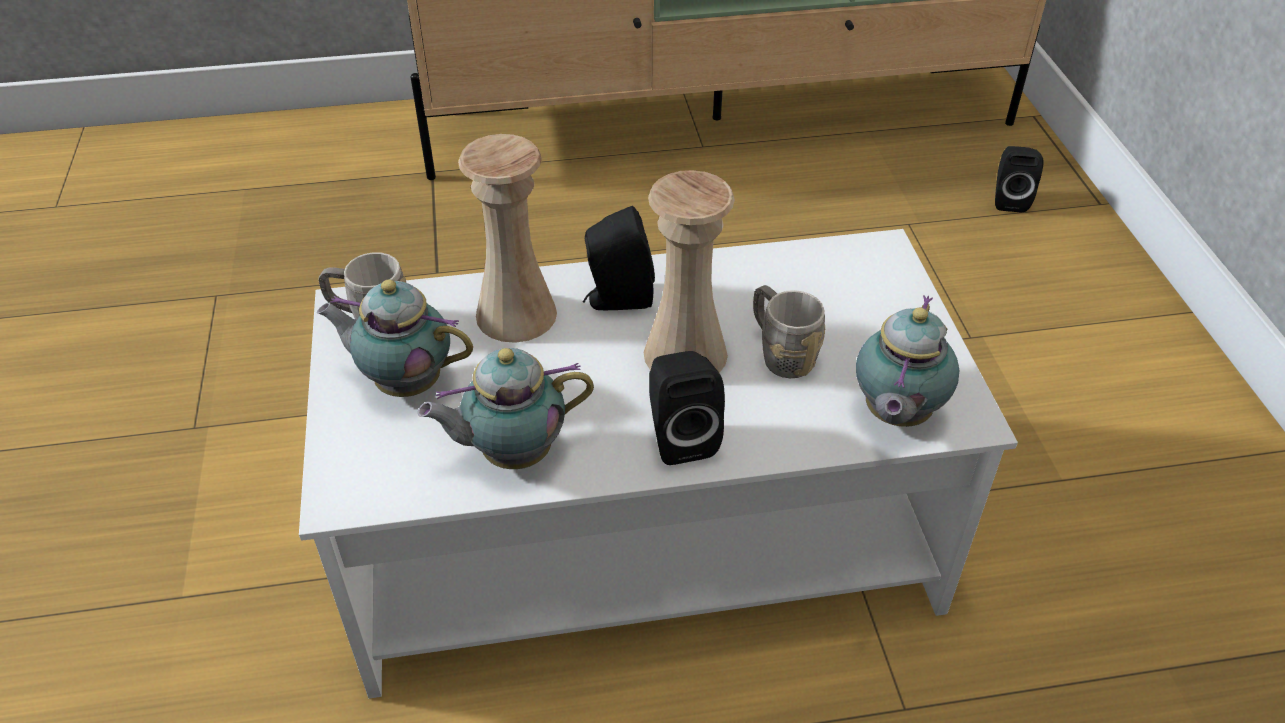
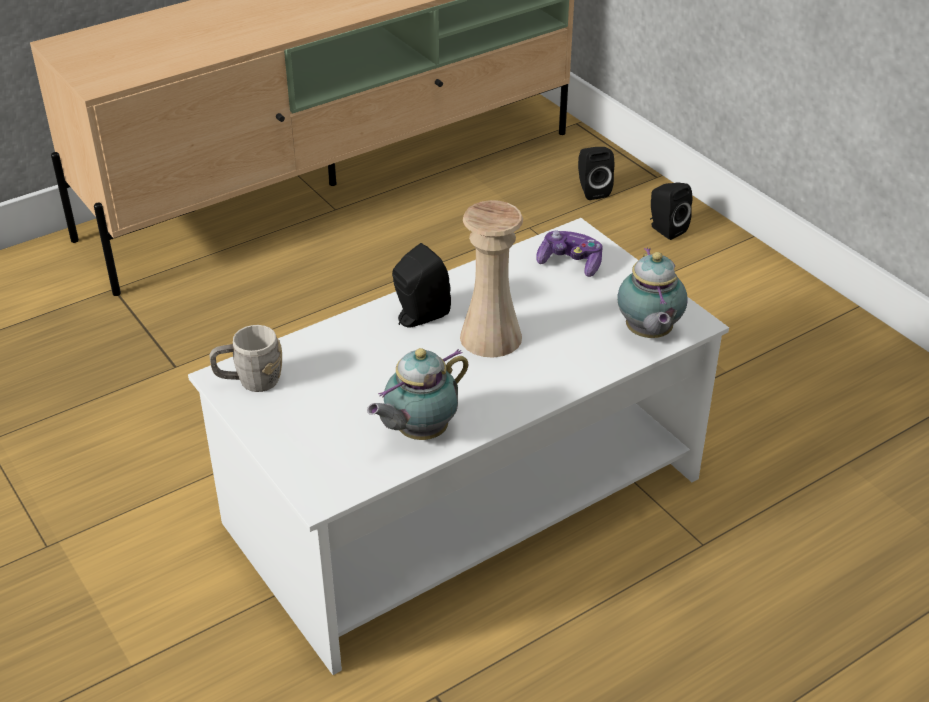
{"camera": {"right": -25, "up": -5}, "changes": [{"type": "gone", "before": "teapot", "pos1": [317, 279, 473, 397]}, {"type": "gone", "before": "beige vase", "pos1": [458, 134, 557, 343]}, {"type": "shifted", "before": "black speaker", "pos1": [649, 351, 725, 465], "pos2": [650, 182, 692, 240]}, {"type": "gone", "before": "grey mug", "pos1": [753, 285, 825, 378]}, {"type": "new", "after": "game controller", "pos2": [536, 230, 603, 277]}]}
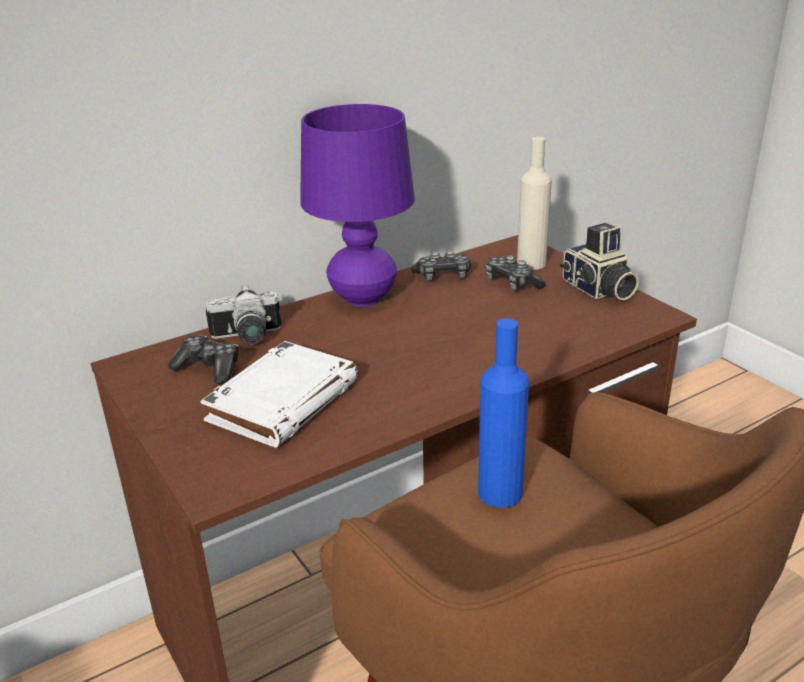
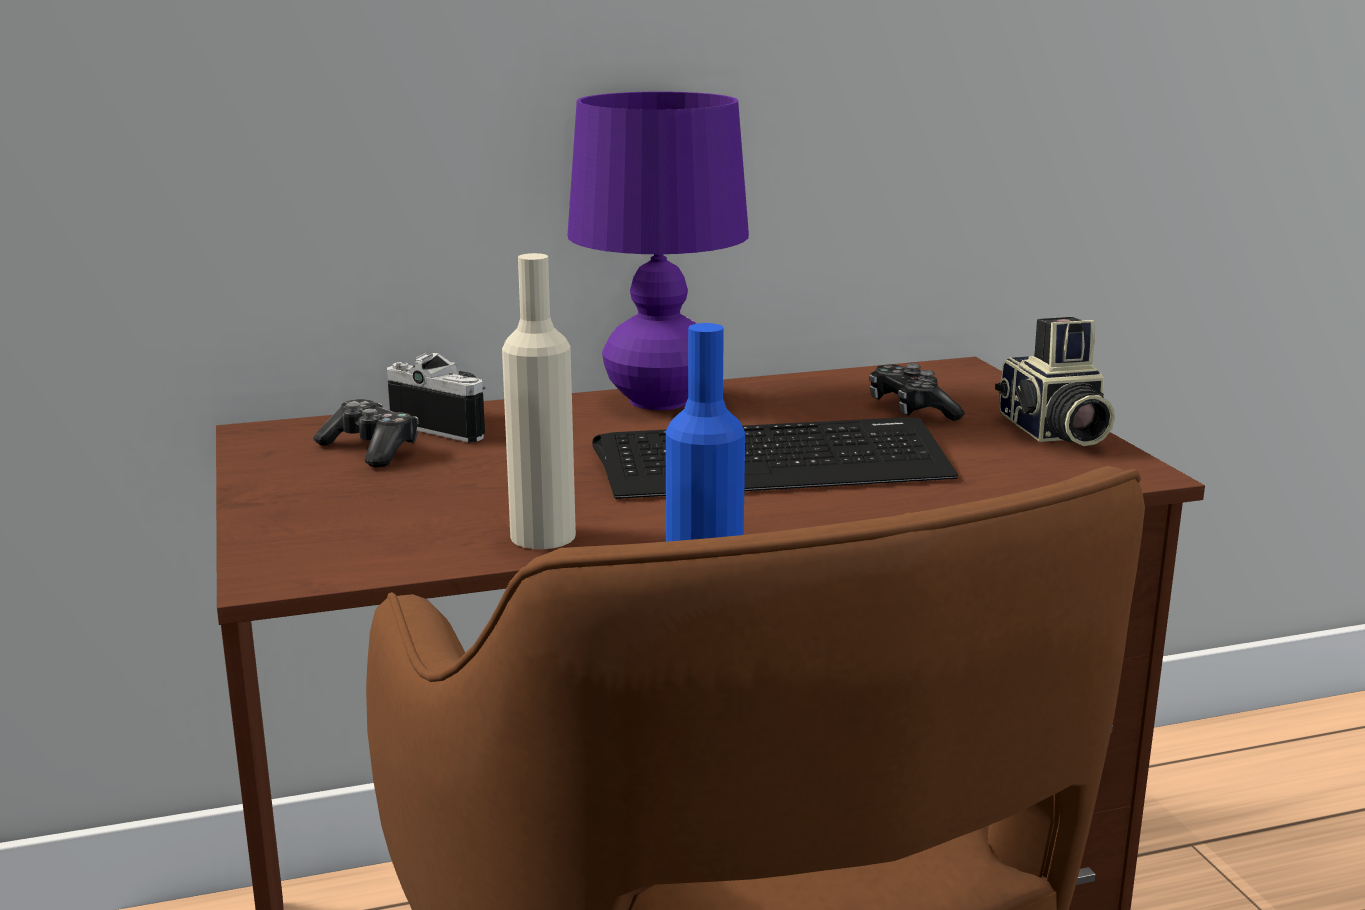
{"camera": {"right": 15, "up": -10}, "changes": [{"type": "gone", "before": "white book", "pos1": [201, 341, 358, 448]}, {"type": "rotated", "before": "photo camera", "pos1": [206, 285, 281, 344], "pos2": [387, 353, 485, 443], "turn": -150}, {"type": "gone", "before": "game controller", "pos1": [411, 250, 471, 280]}, {"type": "shifted", "before": "beige bottle", "pos1": [517, 137, 552, 270], "pos2": [502, 253, 576, 549]}, {"type": "new", "after": "keyboard", "pos2": [592, 417, 958, 499]}]}
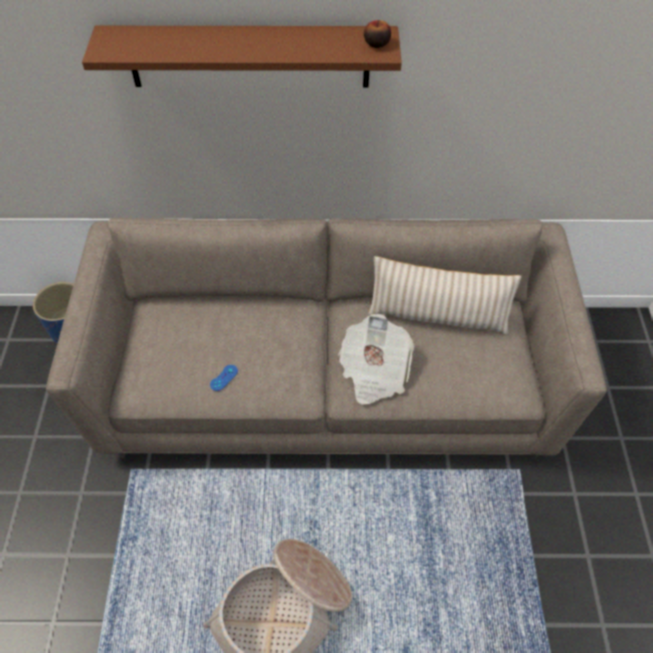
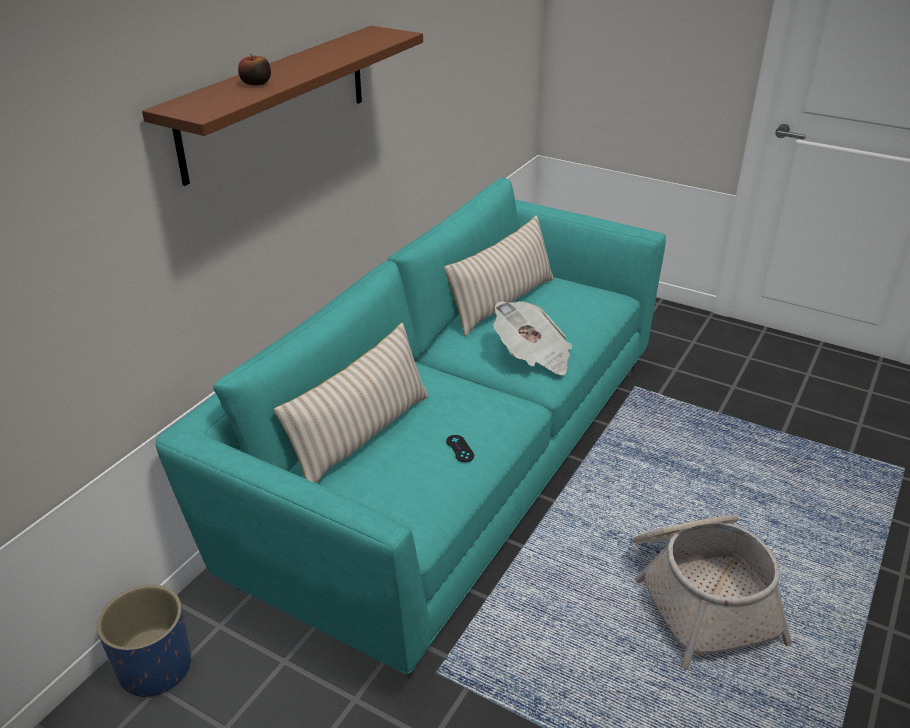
{"camera": {"right": -60, "up": -20}, "changes": [{"type": "repainted", "before": "beige sofa", "after": "turquoise sofa", "pos1": [46, 218, 607, 459], "pos2": [156, 178, 666, 679]}, {"type": "repainted", "before": "blue game controller", "after": "black game controller", "pos1": [210, 365, 238, 391], "pos2": [446, 435, 474, 462]}, {"type": "shifted", "before": "apple", "pos1": [364, 20, 391, 48], "pos2": [238, 54, 271, 85]}, {"type": "new", "after": "beige pillow", "pos2": [274, 323, 429, 484]}]}
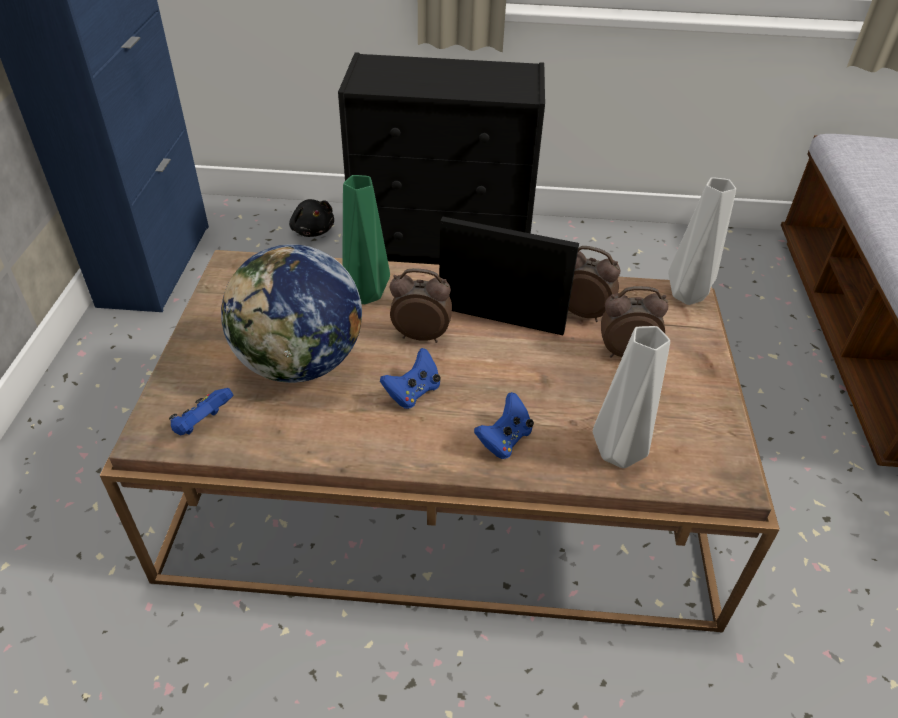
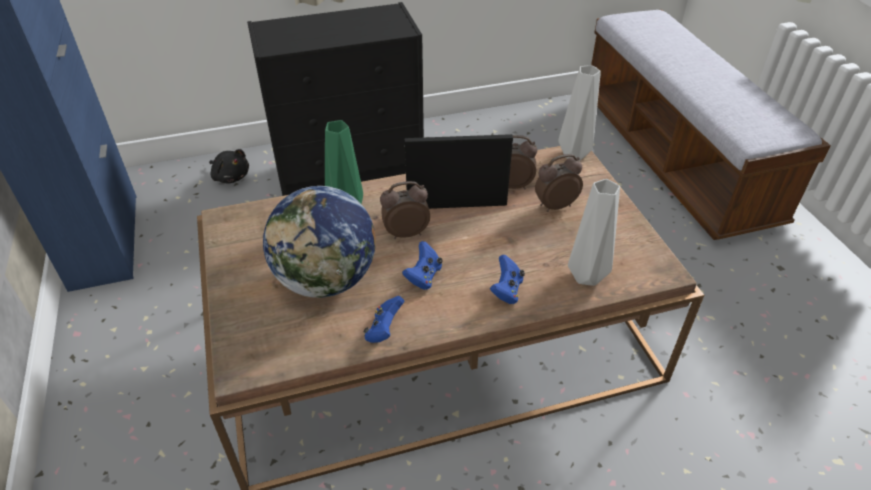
{"camera": {"right": -20, "up": 0}, "changes": [{"type": "shifted", "before": "blue game controller", "pos1": [169, 388, 233, 436], "pos2": [363, 296, 405, 343]}]}
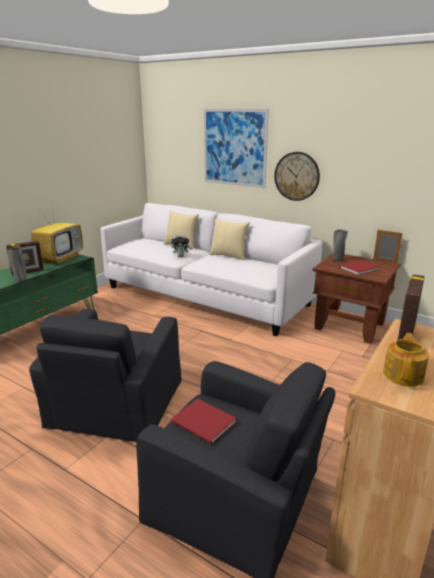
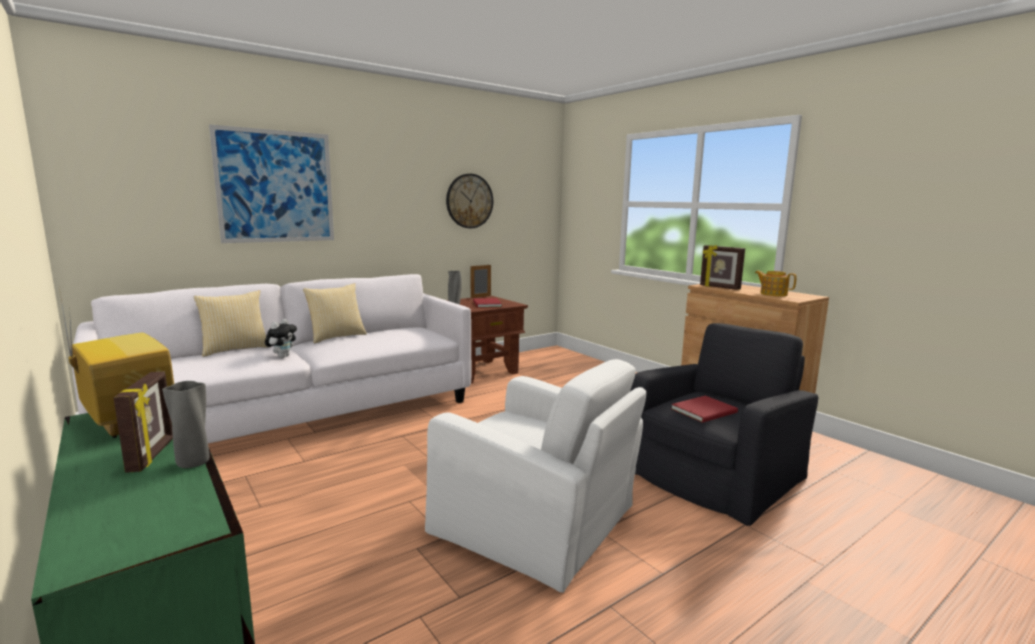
{"camera": {"right": -70, "up": -10}, "changes": [{"type": "repainted", "before": "black armchair", "after": "white armchair", "pos1": [29, 309, 181, 442], "pos2": [425, 359, 646, 593]}, {"type": "shifted", "before": "wall clock", "pos1": [274, 152, 320, 201], "pos2": [446, 174, 493, 228]}]}
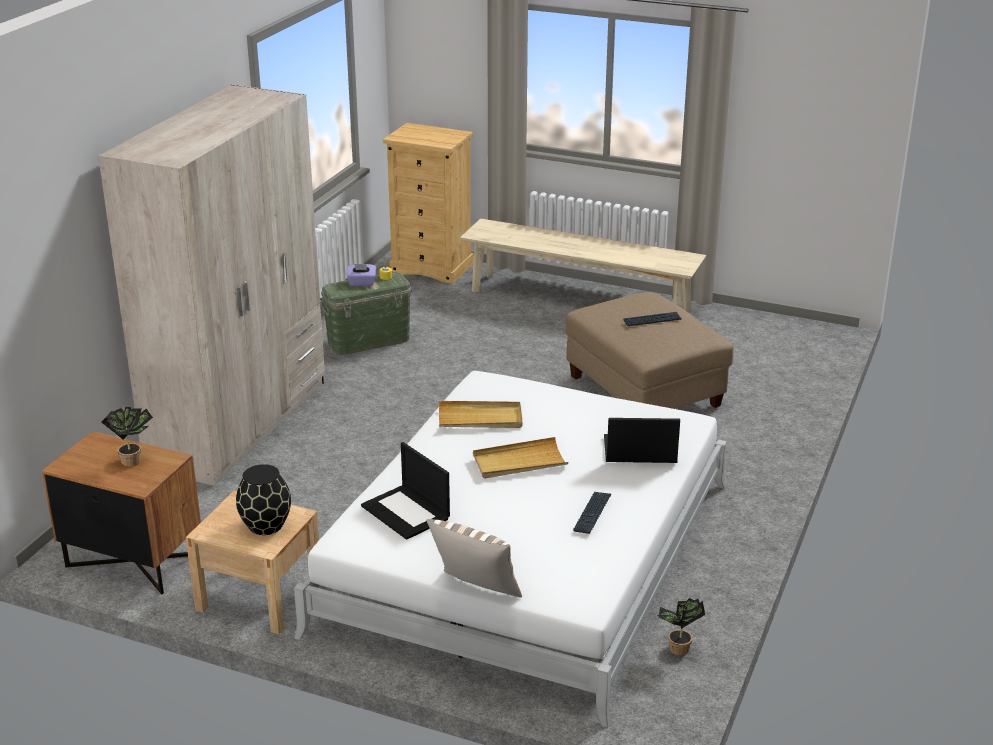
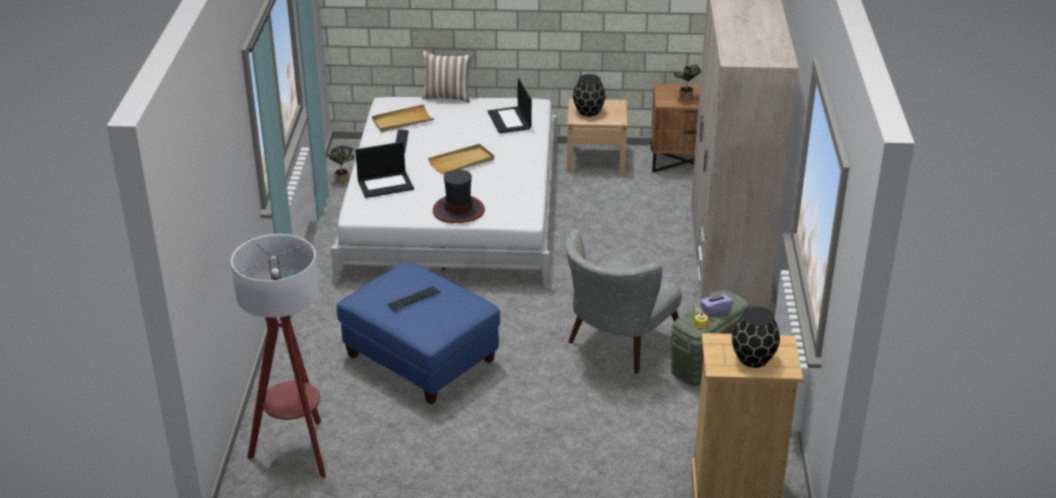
{"camera": {"right": 160, "up": 5}, "changes": [{"type": "rotated", "before": "laptop", "pos1": [361, 442, 450, 540], "pos2": [488, 79, 532, 133], "turn": -135}, {"type": "shifted", "before": "beige tray", "pos1": [439, 401, 522, 428], "pos2": [372, 104, 434, 132]}, {"type": "gone", "before": "beige bench", "pos1": [460, 218, 706, 313]}, {"type": "repainted", "before": "beige ottoman", "after": "blue ottoman", "pos1": [566, 292, 734, 409], "pos2": [337, 262, 500, 404]}, {"type": "new", "after": "floor lamp", "pos2": [231, 234, 326, 478]}, {"type": "new", "after": "hat", "pos2": [433, 170, 485, 223]}, {"type": "new", "after": "grey armchair", "pos2": [565, 230, 682, 374]}, {"type": "new", "after": "black vase", "pos2": [732, 306, 780, 368]}]}
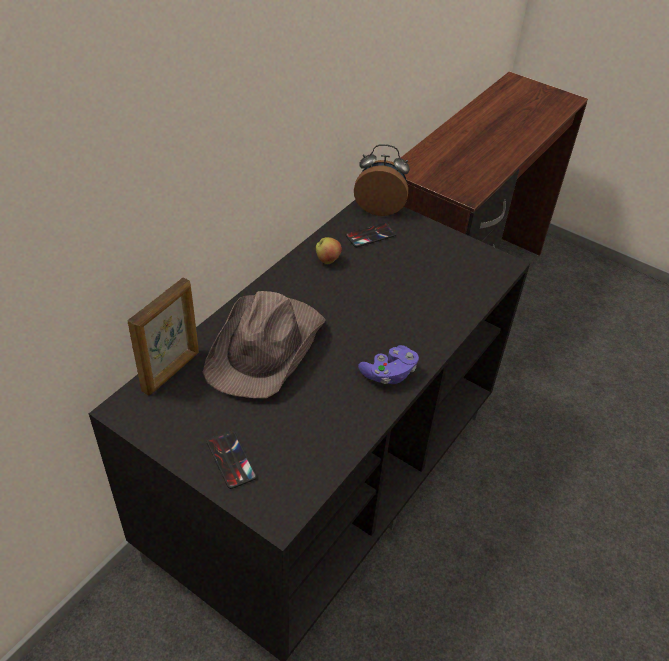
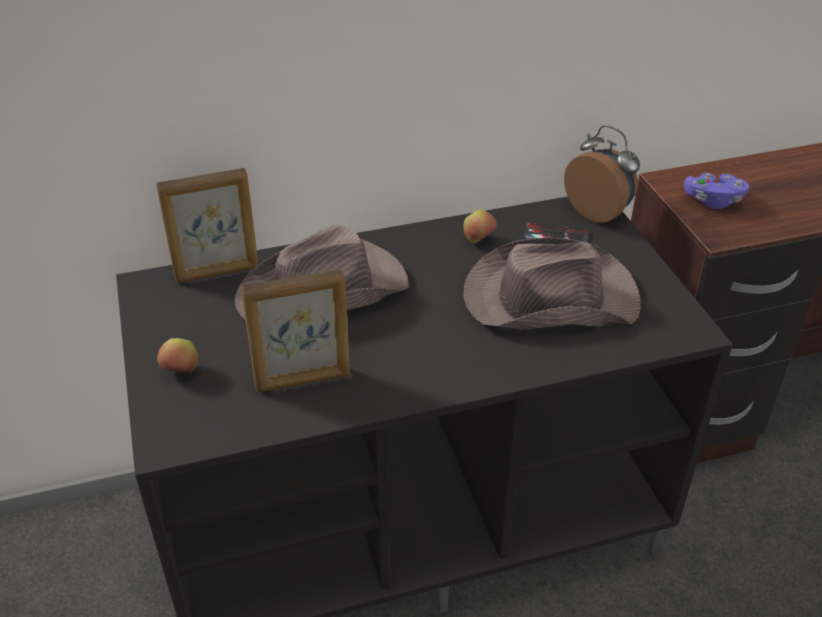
{"camera": {"right": 40, "up": -5}, "changes": [{"type": "swapped", "before": "phone", "after": "apple", "pos1": [207, 431, 257, 489], "pos2": [157, 338, 198, 373]}, {"type": "shifted", "before": "purple game controller", "pos1": [358, 345, 419, 384], "pos2": [684, 173, 749, 209]}, {"type": "new", "after": "picture frame", "pos2": [241, 269, 350, 393]}, {"type": "new", "after": "brown hat", "pos2": [464, 237, 641, 330]}]}
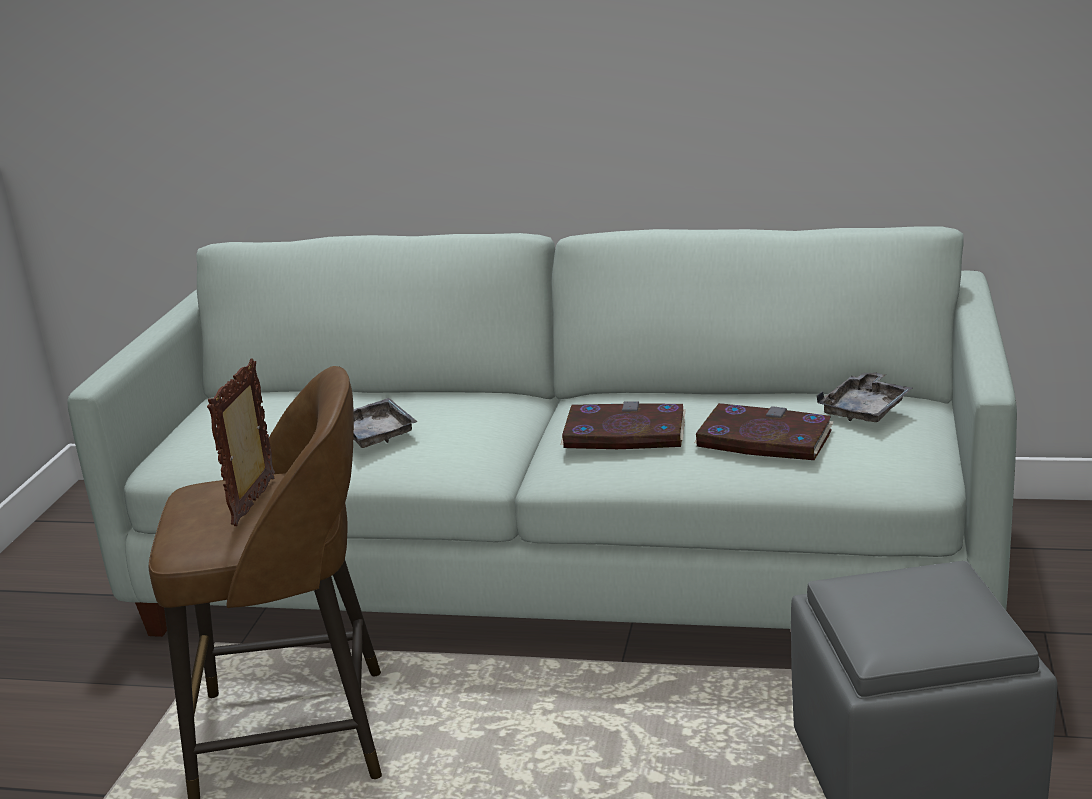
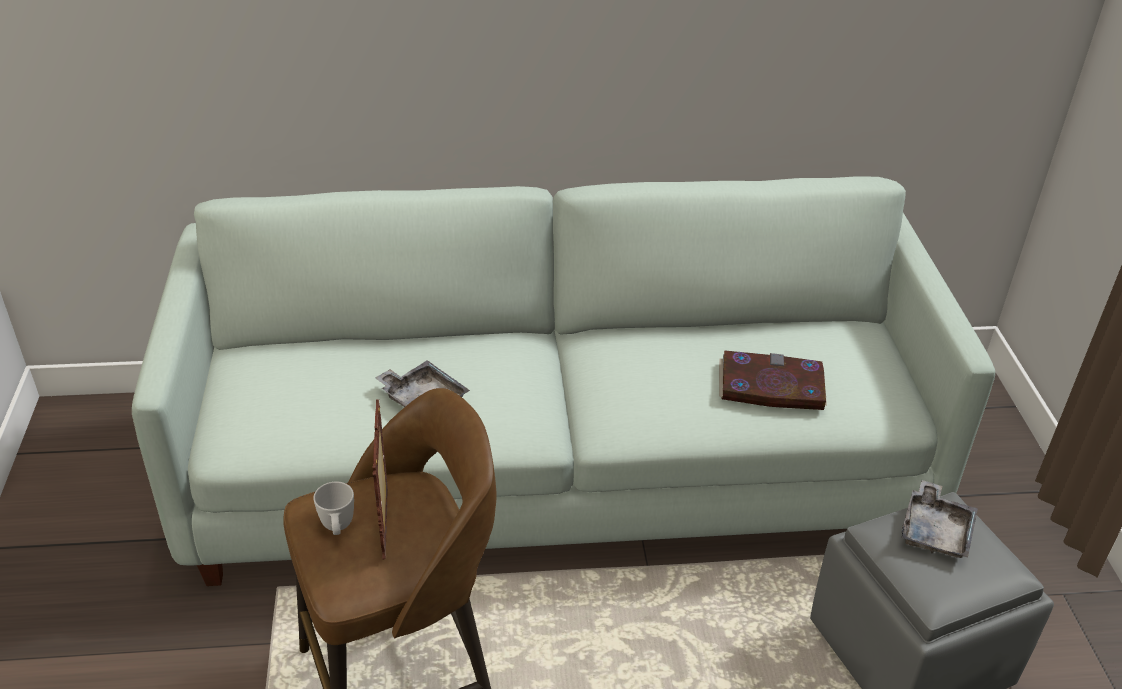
{"camera": {"right": -20, "up": 15}, "changes": [{"type": "gone", "before": "book", "pos1": [561, 401, 686, 449]}, {"type": "shifted", "before": "grey tray", "pos1": [817, 372, 912, 422], "pos2": [902, 480, 978, 558]}, {"type": "new", "after": "white mug", "pos2": [313, 481, 354, 535]}]}
